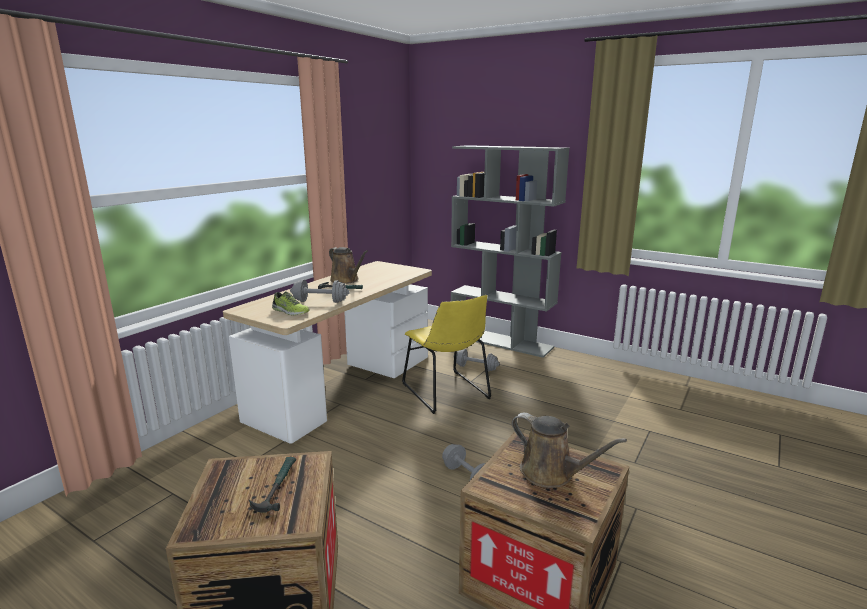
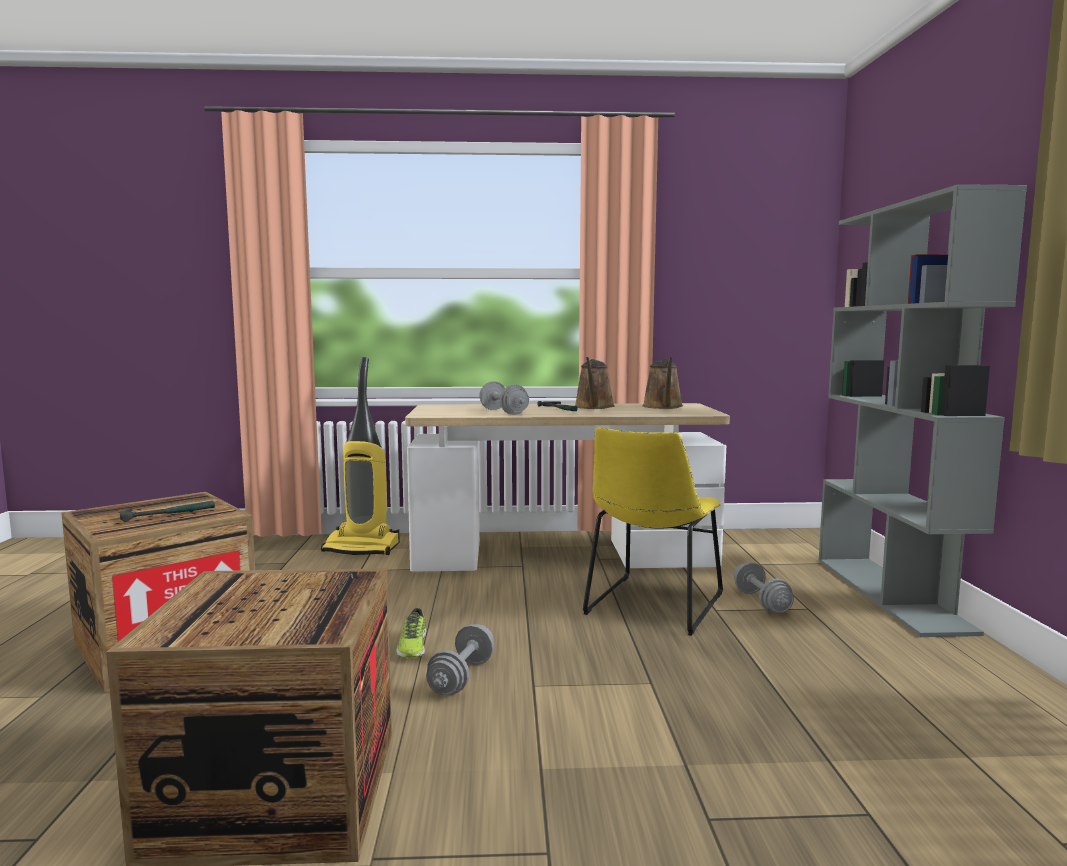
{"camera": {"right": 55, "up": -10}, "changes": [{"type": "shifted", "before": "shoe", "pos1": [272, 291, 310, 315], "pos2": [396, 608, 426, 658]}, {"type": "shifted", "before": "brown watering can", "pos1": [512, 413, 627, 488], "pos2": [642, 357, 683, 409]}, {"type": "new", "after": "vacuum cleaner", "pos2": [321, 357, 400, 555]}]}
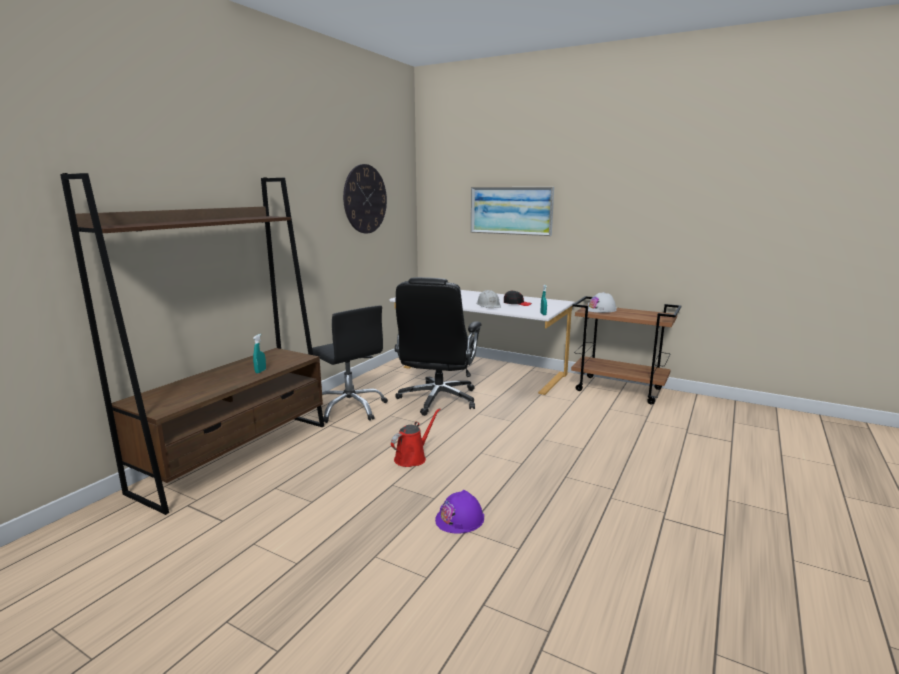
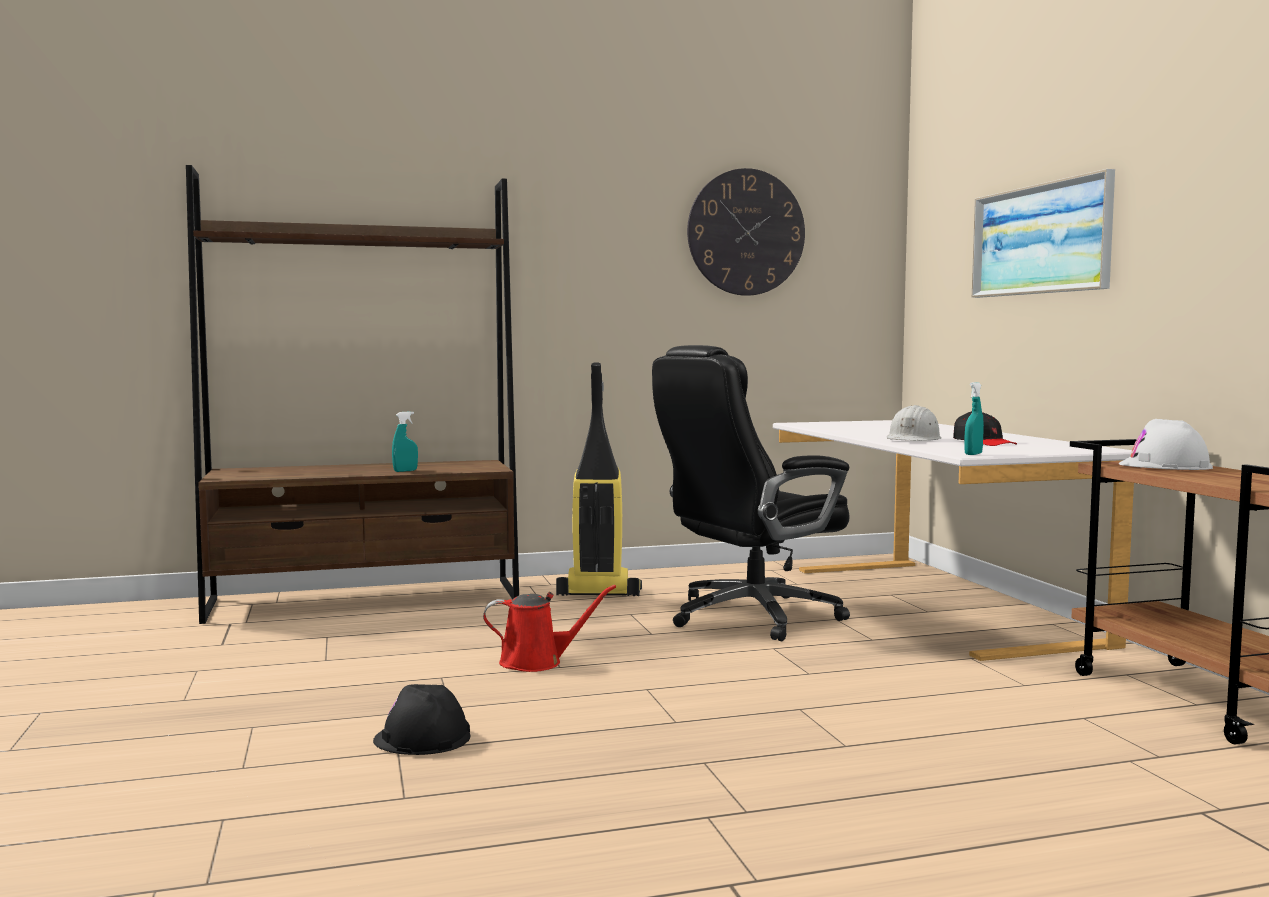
{"camera": {"right": 45, "up": -10}, "changes": [{"type": "swapped", "before": "black office chair", "after": "vacuum cleaner", "pos1": [312, 305, 388, 423], "pos2": [556, 362, 642, 596]}, {"type": "repainted", "before": "purple hard hat", "after": "black hard hat", "pos1": [435, 490, 484, 534], "pos2": [373, 684, 470, 755]}]}
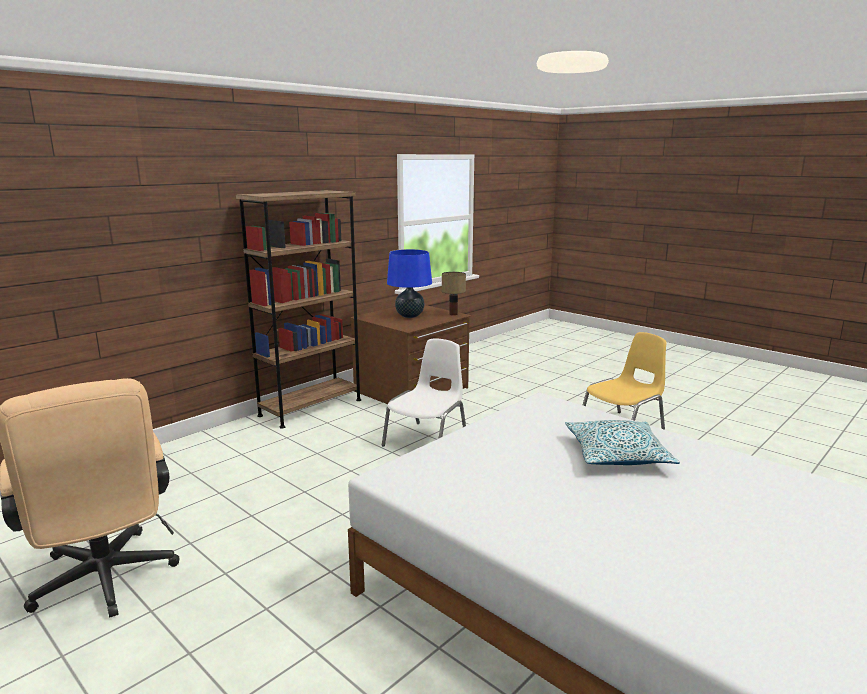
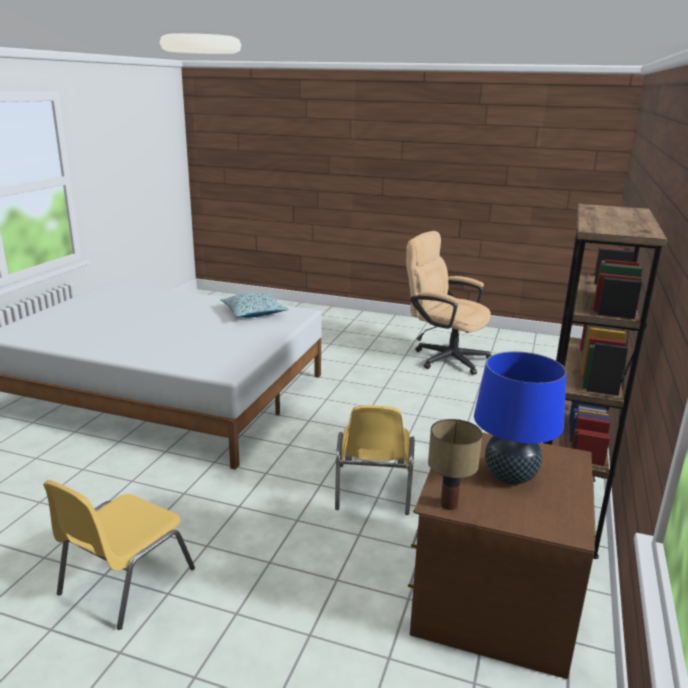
{"camera": {"right": 155, "up": 5}, "changes": [{"type": "repainted", "before": "white chair", "after": "yellow chair", "pos1": [382, 338, 466, 447], "pos2": [335, 405, 415, 515]}, {"type": "shifted", "before": "pillow", "pos1": [565, 420, 680, 465], "pos2": [221, 293, 289, 318]}]}
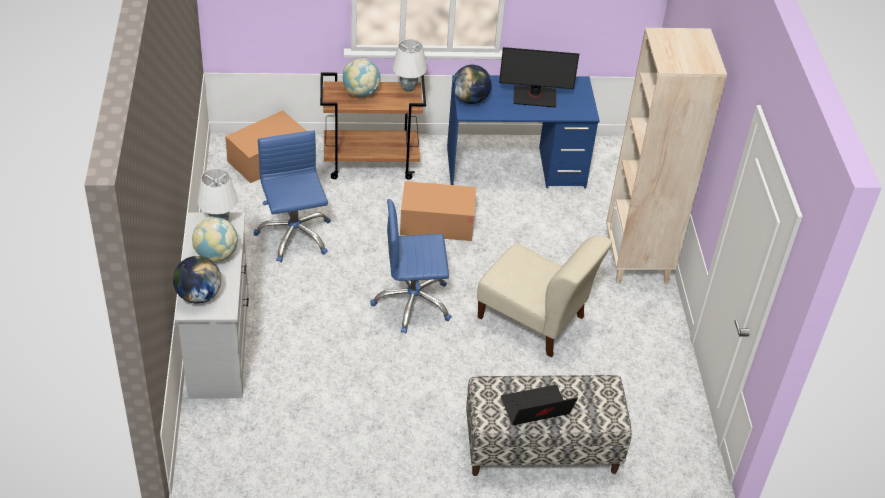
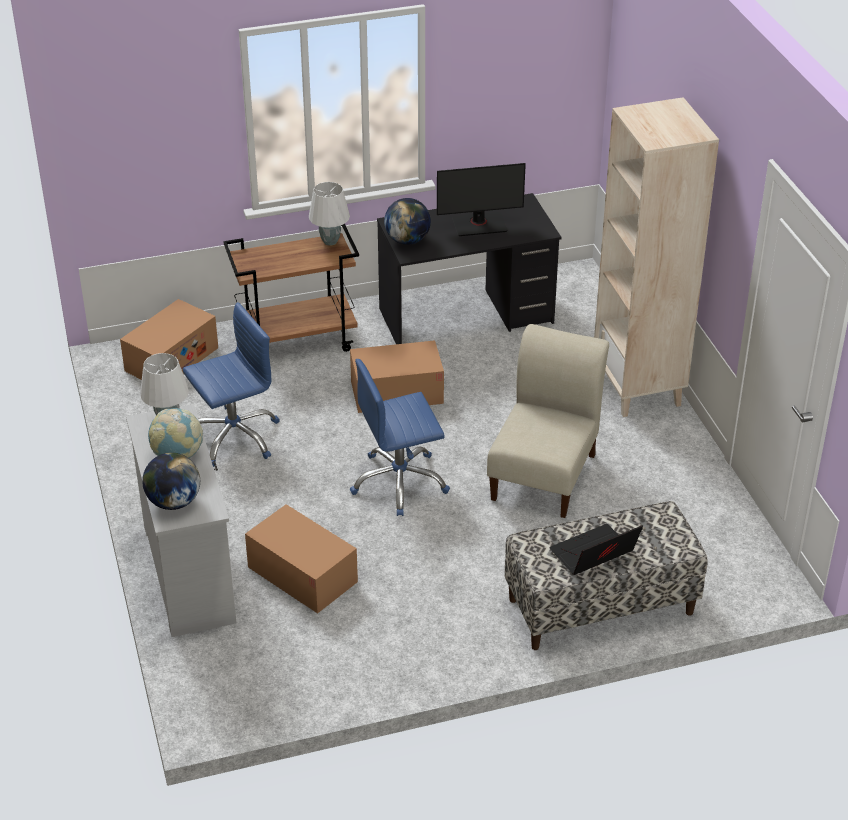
{"camera": {"right": -10, "up": -5}, "changes": [{"type": "rotated", "before": "blue office chair", "pos1": [253, 130, 331, 262], "pos2": [183, 302, 280, 467], "turn": 90}, {"type": "gone", "before": "globe", "pos1": [343, 58, 381, 97]}, {"type": "repainted", "before": "blue desk", "after": "black desk", "pos1": [447, 75, 600, 188], "pos2": [377, 193, 561, 344]}, {"type": "rotated", "before": "beige chair", "pos1": [477, 235, 612, 357], "pos2": [487, 324, 609, 518], "turn": -90}, {"type": "new", "after": "cardboard box", "pos2": [245, 504, 358, 614]}]}
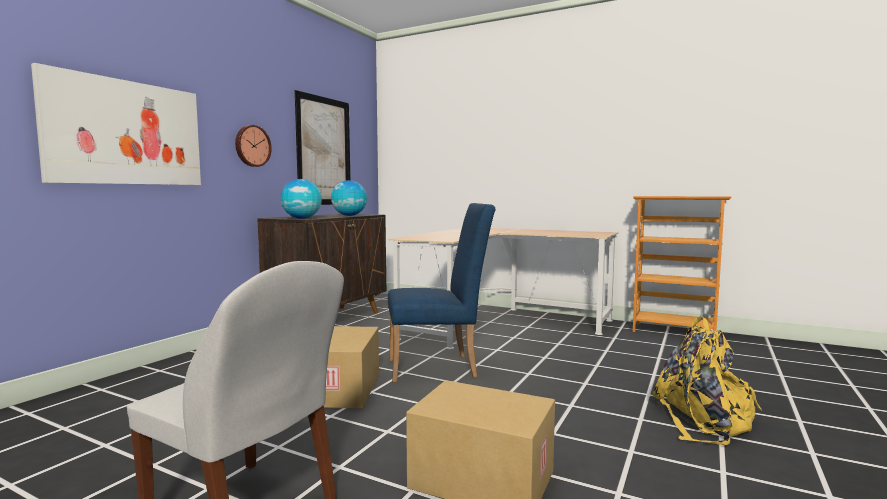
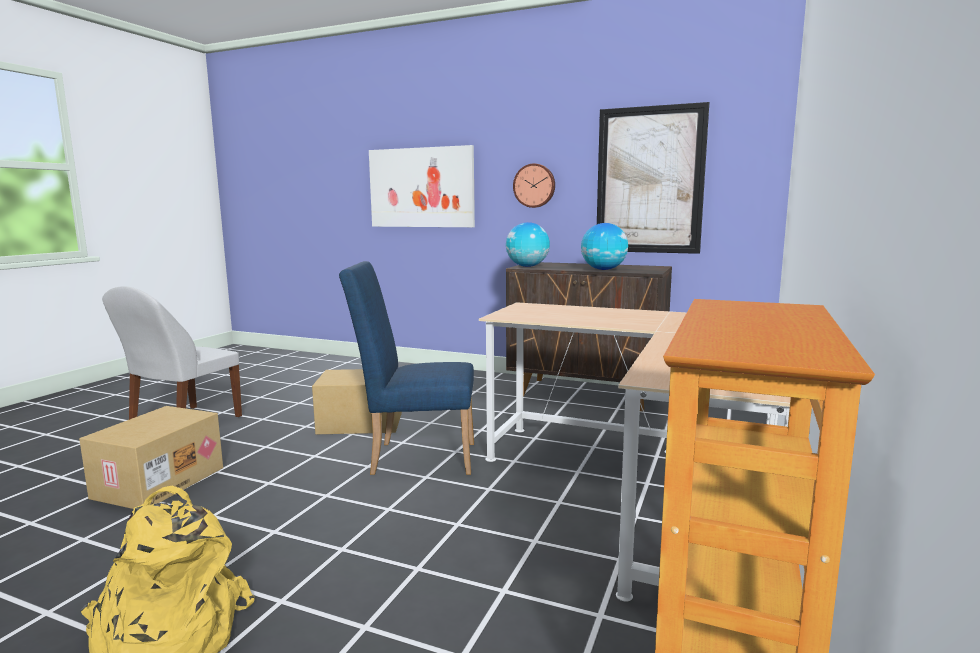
{"camera": {"right": 85, "up": 5}, "changes": [{"type": "rotated", "before": "blue chair", "pos1": [388, 203, 495, 382], "pos2": [339, 261, 474, 475], "turn": 105}]}
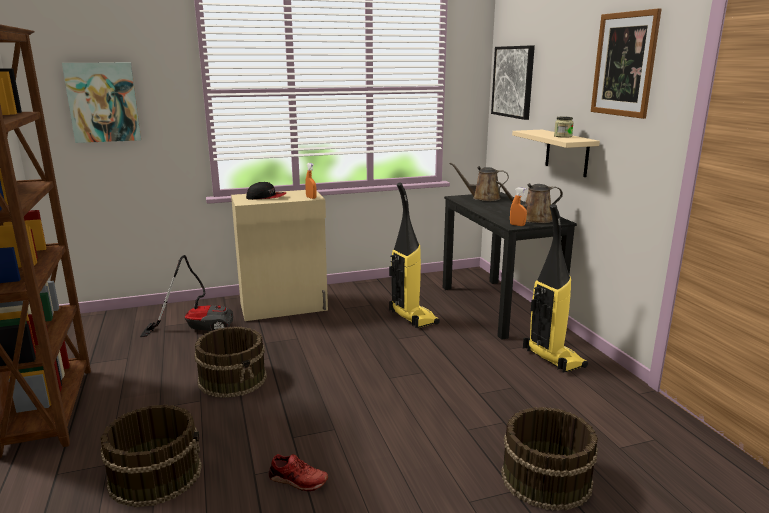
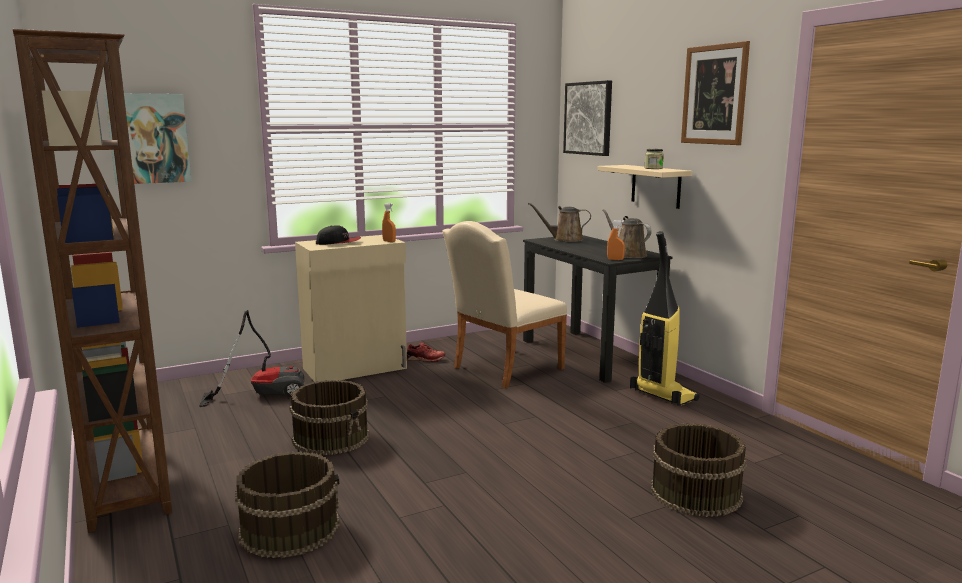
{"camera": {"right": -10, "up": -5}, "changes": [{"type": "shifted", "before": "red shoe", "pos1": [269, 454, 328, 491], "pos2": [407, 342, 445, 362]}, {"type": "swapped", "before": "vacuum cleaner", "after": "beige chair", "pos1": [389, 183, 440, 328], "pos2": [442, 221, 568, 388]}, {"type": "rotated", "before": "brown watering can", "pos1": [496, 181, 563, 223], "pos2": [602, 209, 652, 258], "turn": 75}]}
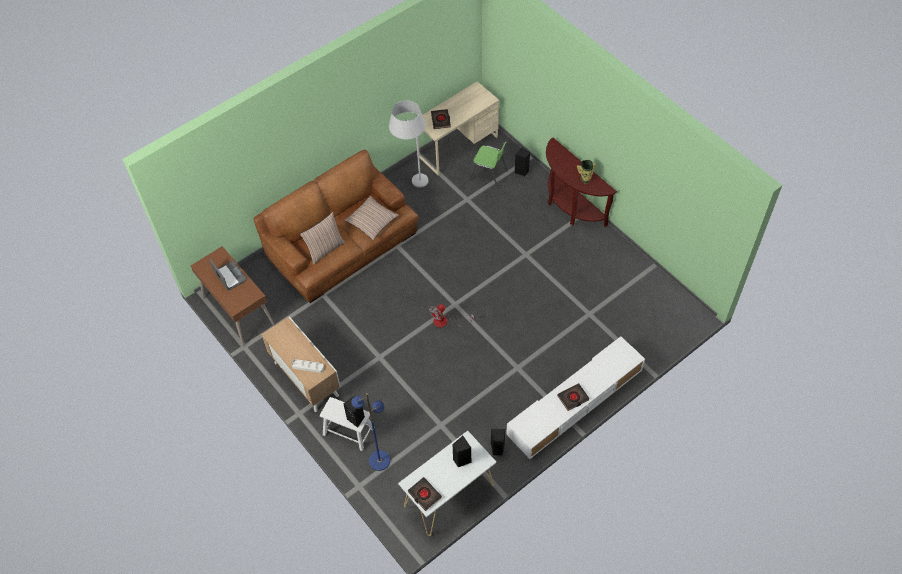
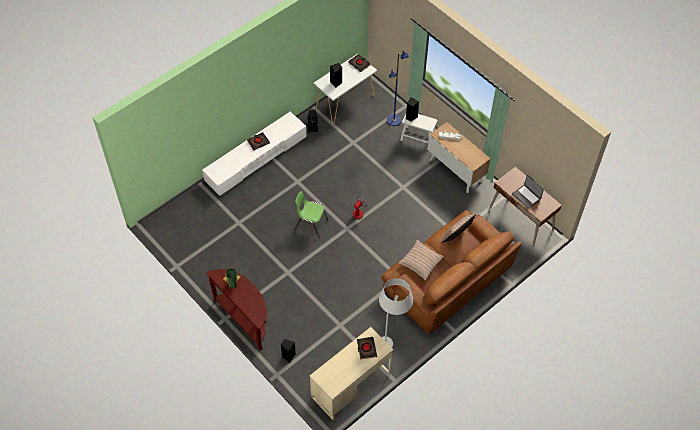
{"camera": {"right": 175, "up": 0}, "changes": [{"type": "shifted", "before": "green chair", "pos1": [470, 142, 508, 189], "pos2": [295, 191, 328, 238]}]}
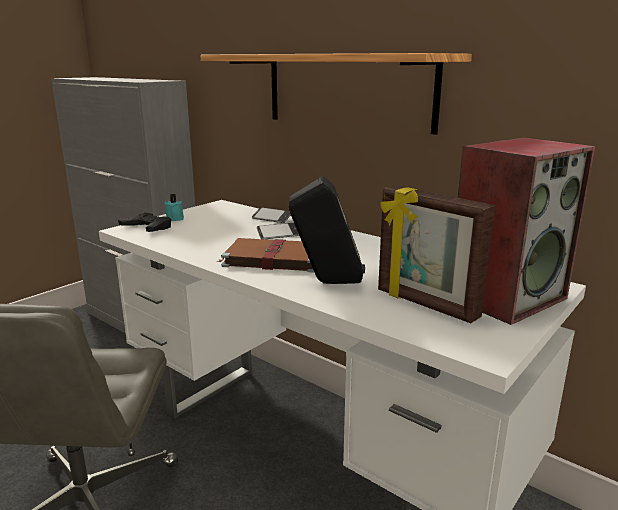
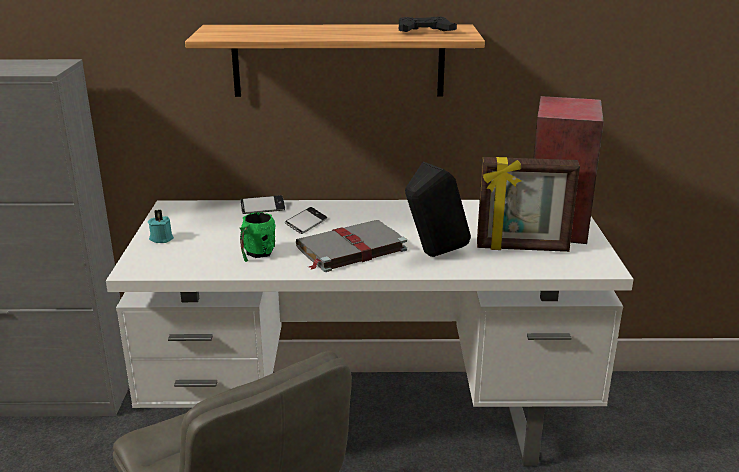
{"camera": {"right": -40, "up": 5}, "changes": [{"type": "shifted", "before": "black game controller", "pos1": [118, 213, 171, 232], "pos2": [399, 16, 457, 32]}, {"type": "repainted", "before": "brown book", "after": "grey book", "pos1": [217, 238, 314, 273], "pos2": [296, 220, 407, 272]}, {"type": "new", "after": "green mug", "pos2": [240, 212, 275, 262]}]}
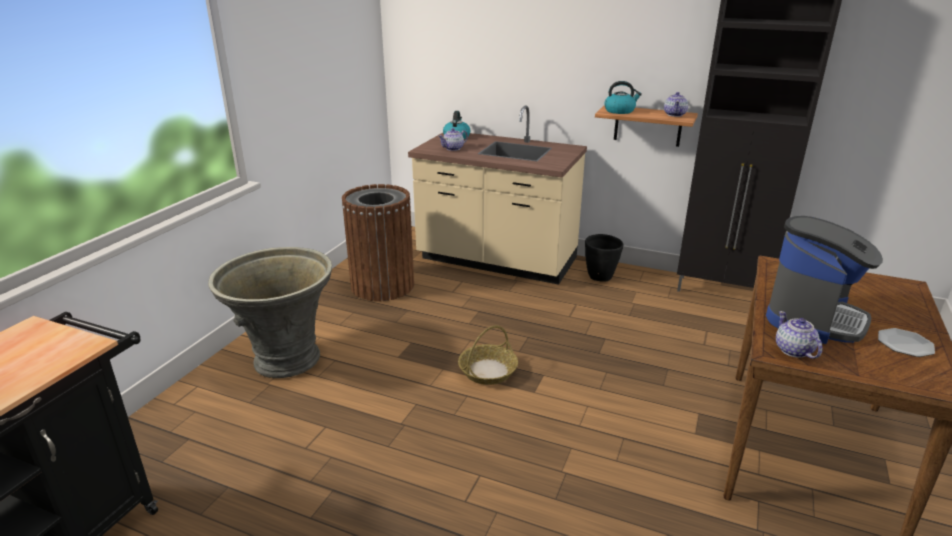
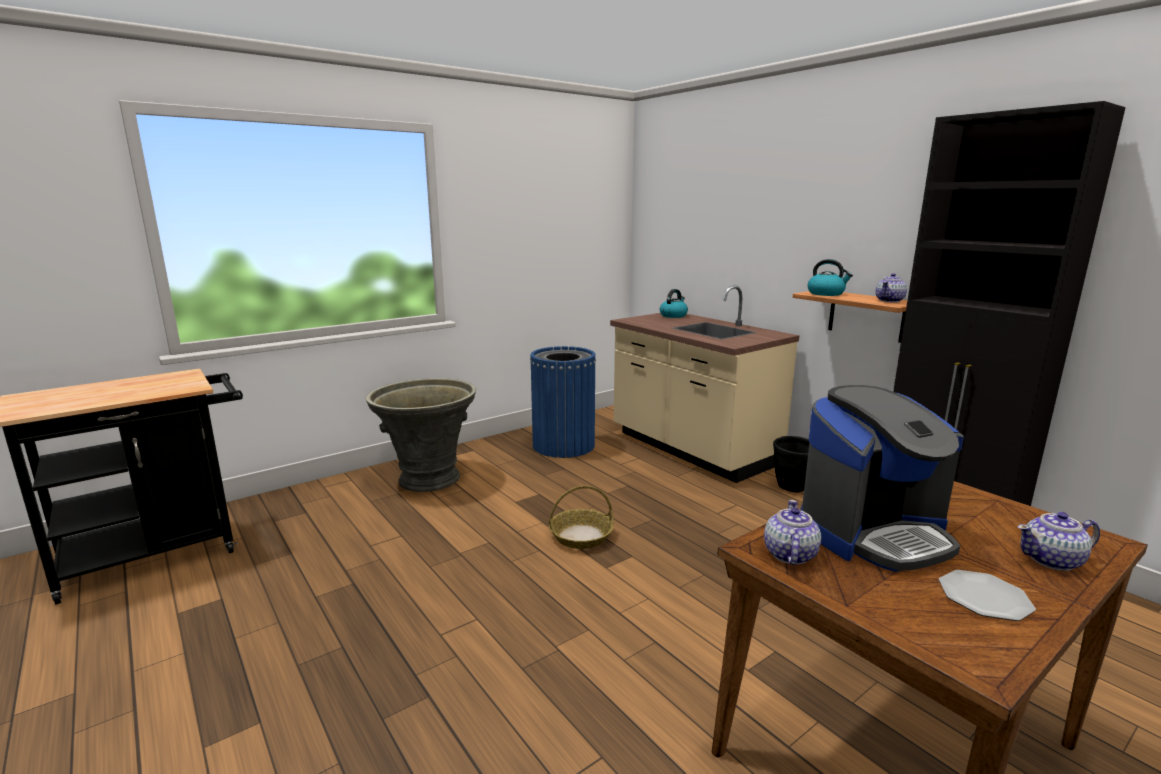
{"camera": {"right": 30, "up": -10}, "changes": [{"type": "repainted", "before": "brown trash can", "after": "blue trash can", "pos1": [342, 184, 414, 301], "pos2": [530, 346, 596, 458]}, {"type": "shifted", "before": "teapot", "pos1": [438, 128, 468, 151], "pos2": [1017, 512, 1100, 571]}]}
